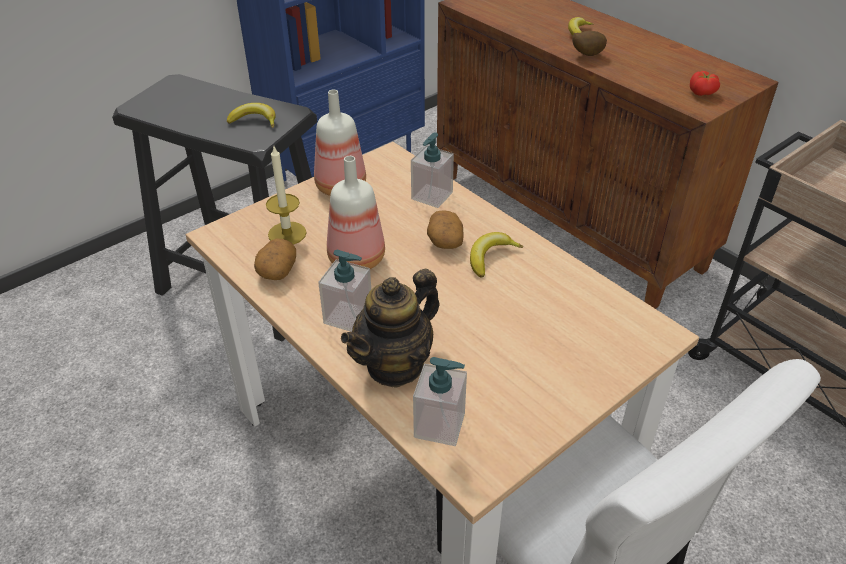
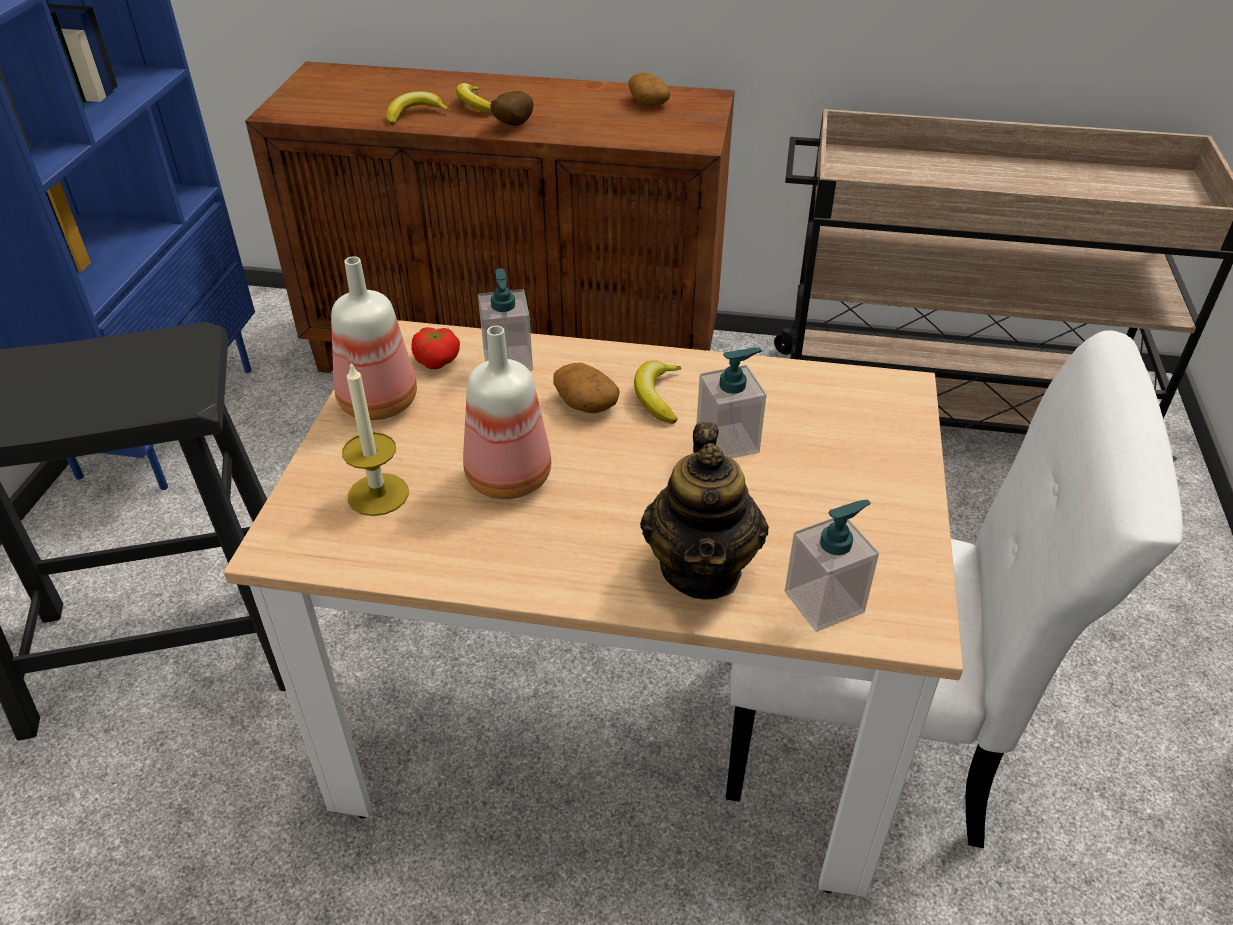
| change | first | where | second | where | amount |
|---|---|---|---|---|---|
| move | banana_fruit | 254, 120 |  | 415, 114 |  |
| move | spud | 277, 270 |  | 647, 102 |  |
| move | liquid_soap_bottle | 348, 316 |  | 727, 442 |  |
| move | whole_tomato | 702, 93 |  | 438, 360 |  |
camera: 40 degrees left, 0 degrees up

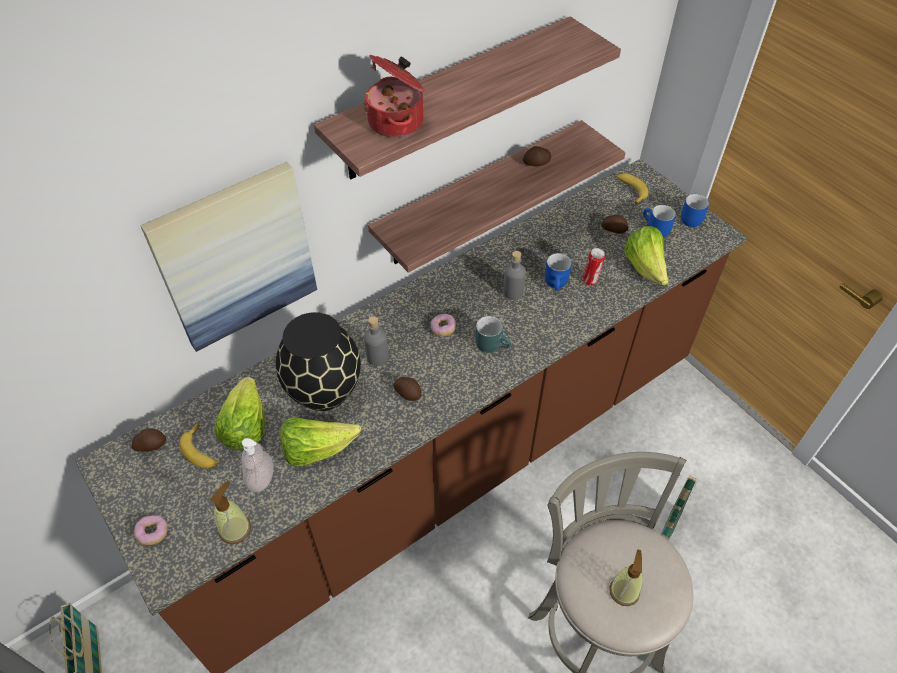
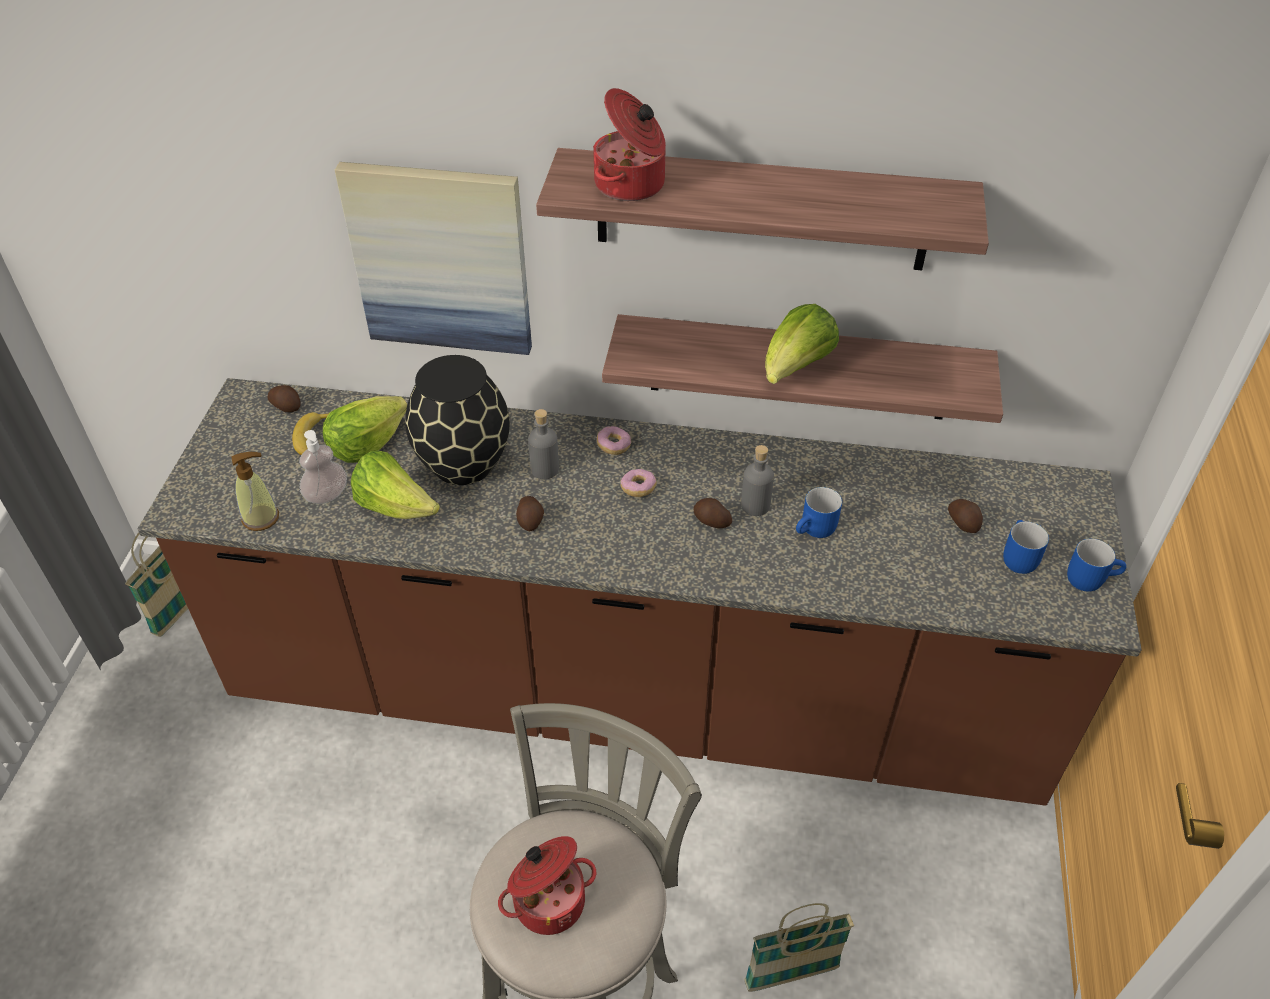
| change | first | where | second | where | amount |
|---|---|---|---|---|---|
| delete | blue-green_tea_mug | 492, 344 |  |  |  |
| delete | can | 590, 281 |  |  |  |
| delete | banana_fruit | 630, 190 |  |  |  |
| move | doughnut | 153, 533 |  | 613, 446 |  |
| move | spud | 537, 163 |  | 711, 521 |  |
| move | lettuce_head | 645, 268 |  | 795, 368 |  |
| replace | liquid_soap_bottle | 624, 591 | cooking_pot | 548, 900 |  |
camera: 45 degrees right, 5 degrees down

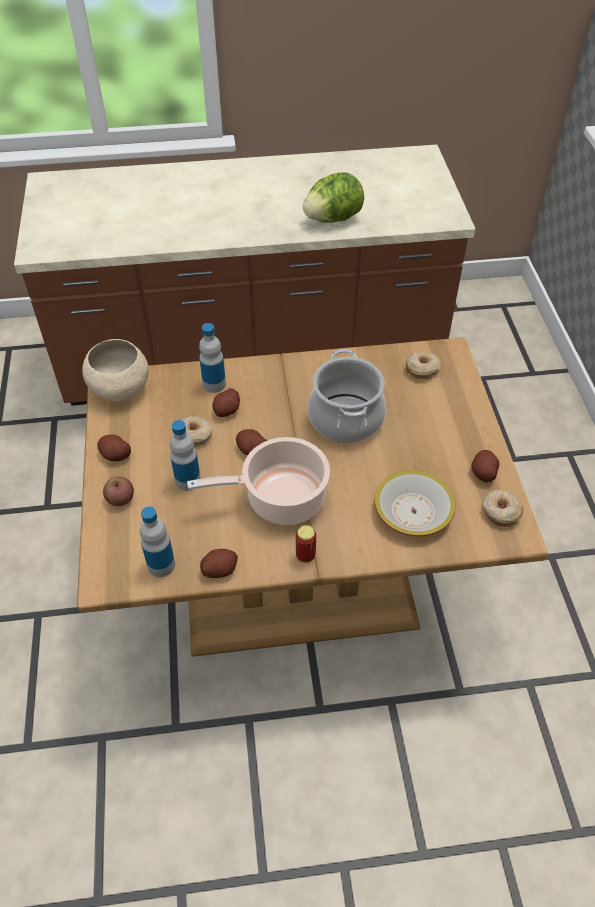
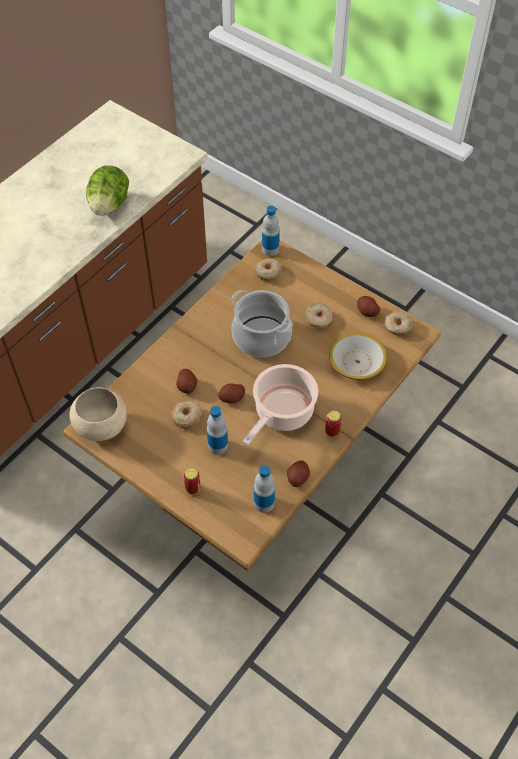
| change | first | where | second | where | amount |
|---|---|---|---|---|---|
| delete | spud | 115, 455 |  |  |  |
| insert |  |  | doughnut | 318, 319 |  |
| move | drink_bottle | 214, 384 |  | 270, 249 |  |
| replace | apple_fruit | 120, 499 | can | 193, 489 |  |
camera: 45 degrees left, 5 degrees up

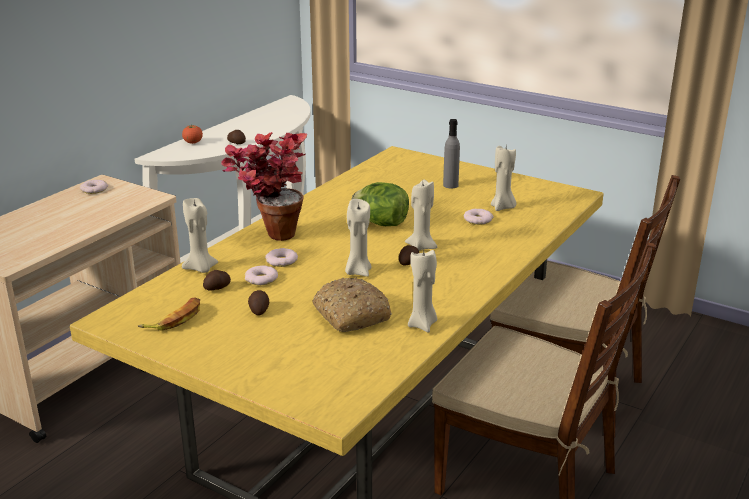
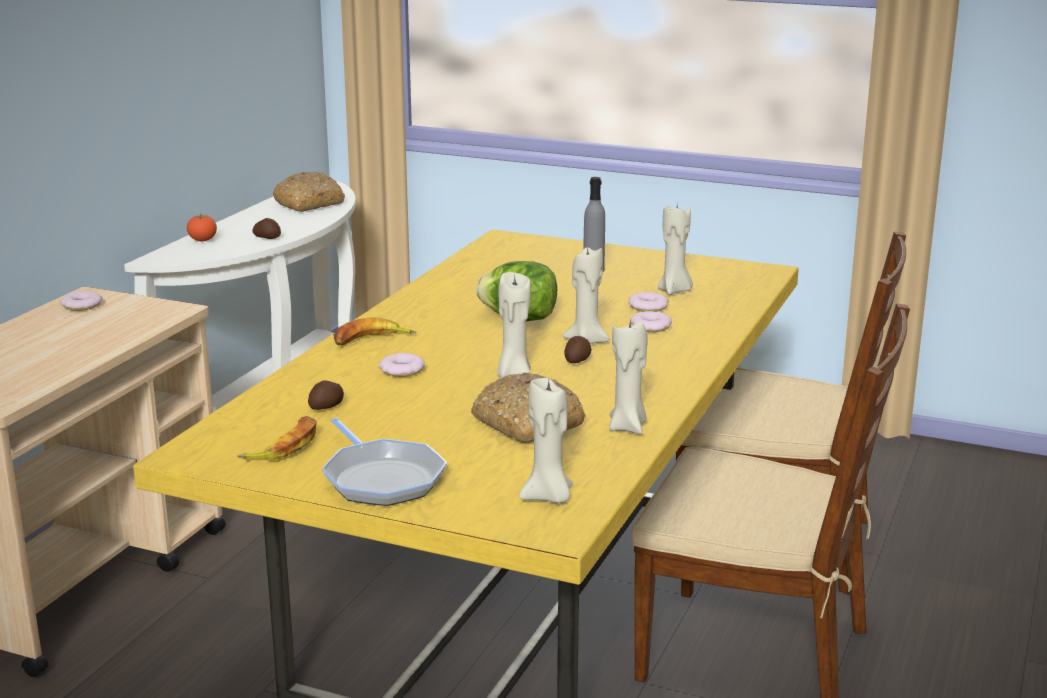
| change | first | where | second | where | amount |
|---|---|---|---|---|---|
| delete | spud | 259, 310 |  |  |  |
| insert |  |  | bread | 309, 203 |  |
| insert |  |  | frying_pan | 381, 478 |  |
| move | sand-coloured_wax_candle | 201, 268 |  | 548, 497 |  |
| move | doughnut | 261, 279 |  | 650, 326 |  |
| replace | potted_plant | 270, 234 | banana_fruit | 371, 340 |  |
camera: 10 degrees left, 5 degrees down

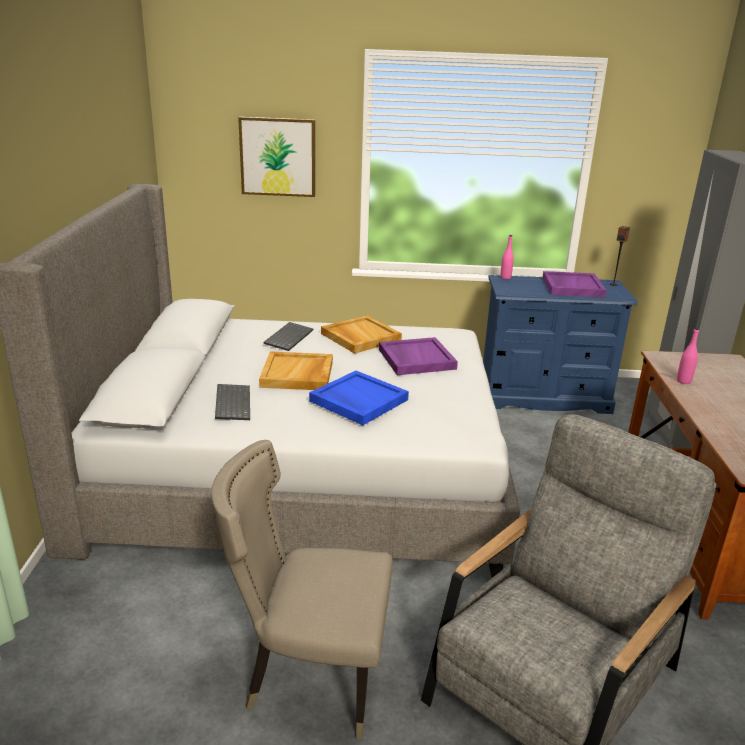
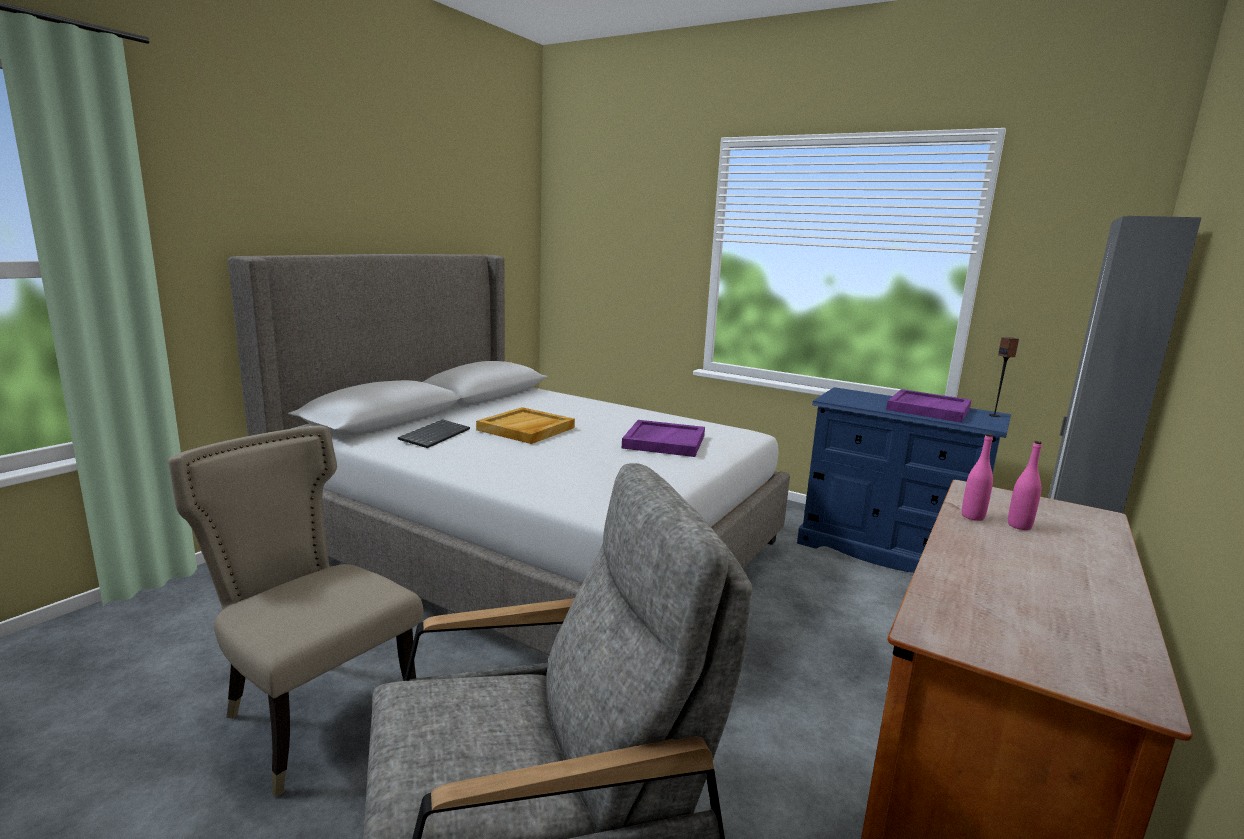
| change | first | where | second | where | amount |
|---|---|---|---|---|---|
| delete | wall_picture | 278, 157 |  |  |  |
| delete | keyboard | 288, 337 |  |  |  |
| delete | blue-coloured_serving_tray | 358, 400 |  |  |  |
| delete | sand-coloured_serving_tray | 360, 337 |  |  |  |
| move | pink-coloured_drink_bottle | 505, 277 |  | 1019, 526 |  |
camera: 30 degrees right, 10 degrees down

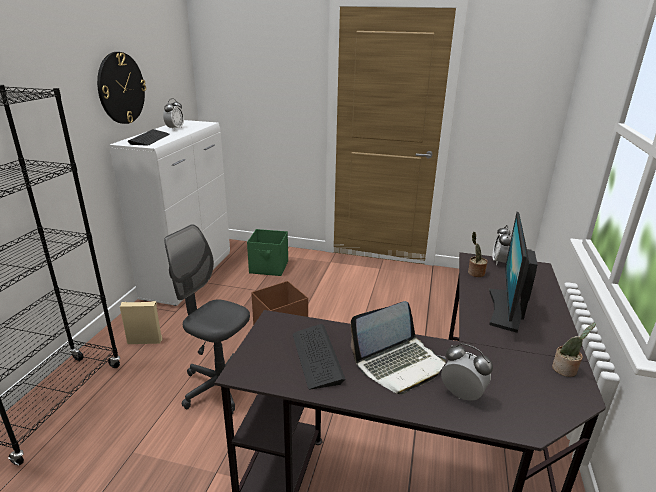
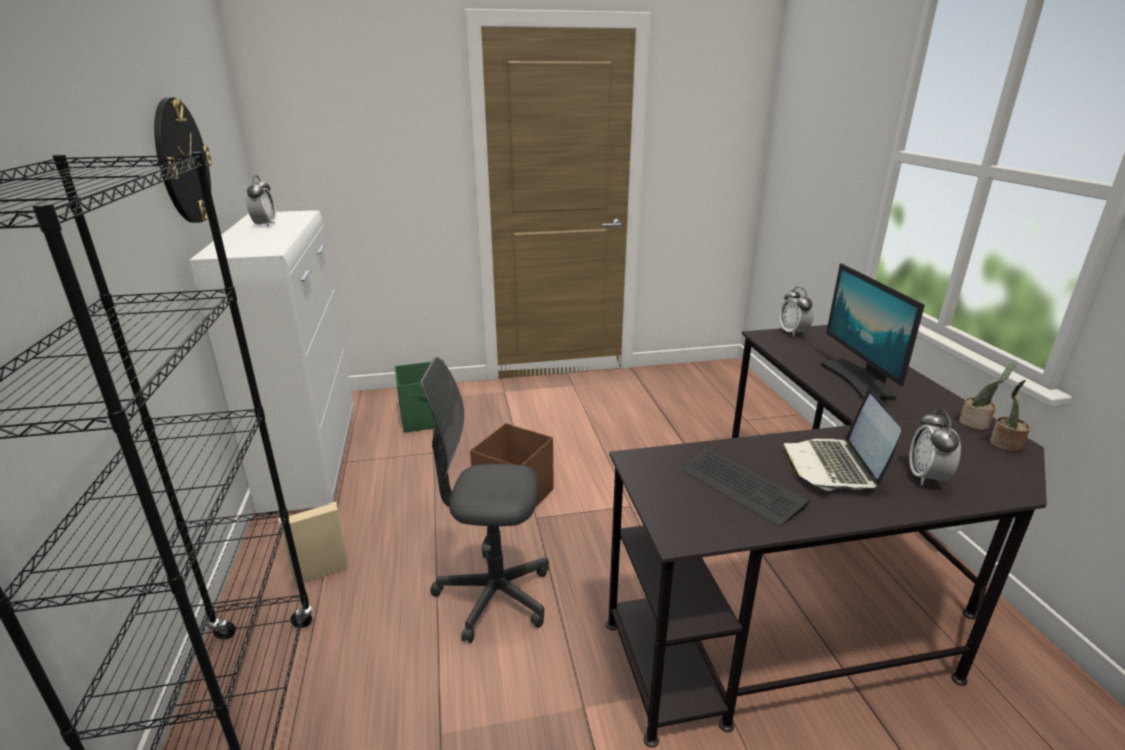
| change | first | where | second | where | amount |
|---|---|---|---|---|---|
| delete | keyboard | 150, 139 |  |  |  |
| move | potted_plant | 475, 273 |  | 1004, 445 |  |
| rotate | notebook_computer | 399, 364 |  | 833, 466 | 150 degrees clockwise |
| rotate | alarm_clock | 462, 394 |  | 926, 477 | 90 degrees counterclockwise |
camera: 25 degrees left, 0 degrees up

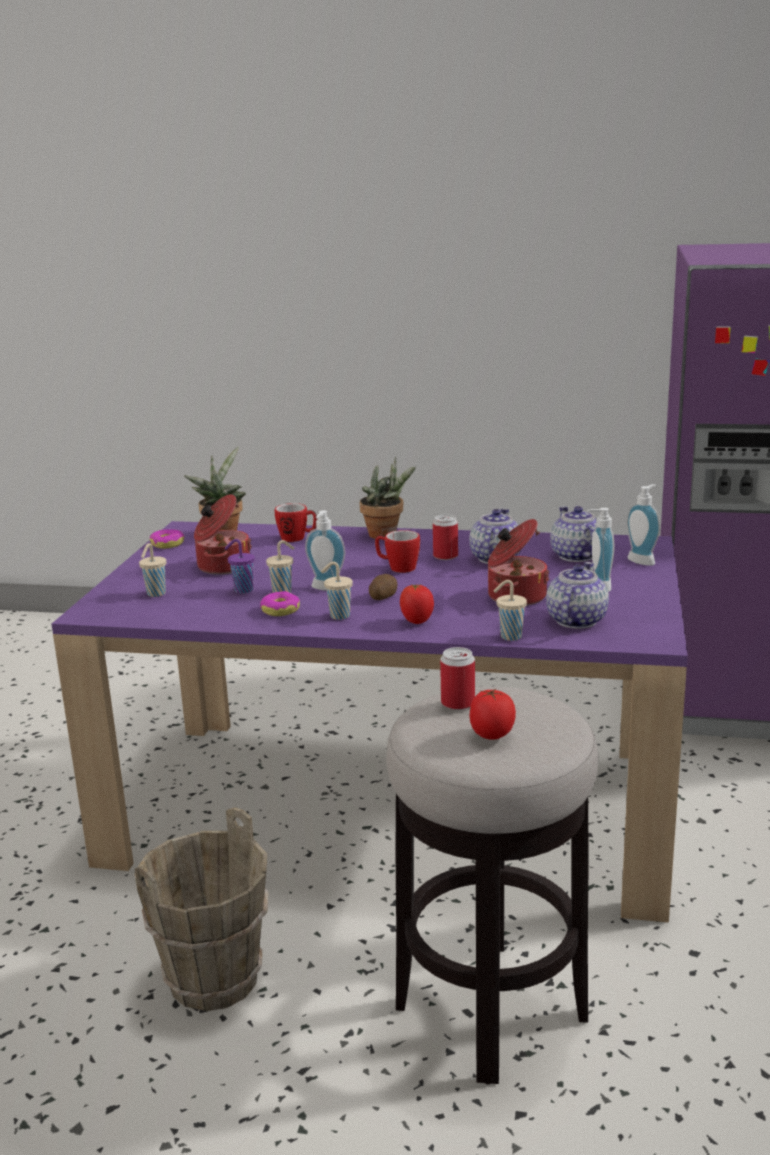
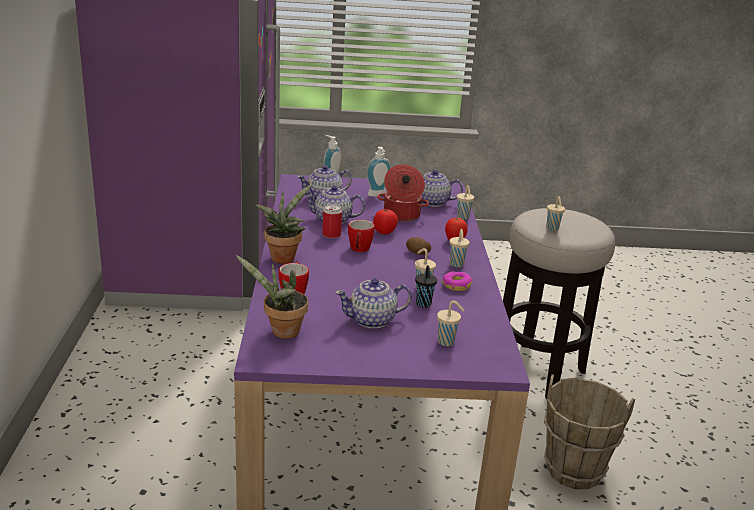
| change | first | where | second | where | amount |
|---|---|---|---|---|---|
| delete | doughnut | 167, 544 |  |  |  |
| delete | liquid_soap_bottle | 325, 589 |  |  |  |
| move | whole_tomato | 492, 736 |  | 384, 232 |  |
| replace | cooking_pot | 222, 566 | tea_pot | 372, 320 |  |
| replace | can | 458, 703 | sand-coloured_cup | 552, 229 |  |
| recolor | purple-coloured_cup | 242, 590 | black-coloured_cup | 423, 304 |  |
camera: 105 degrees left, 5 degrees up

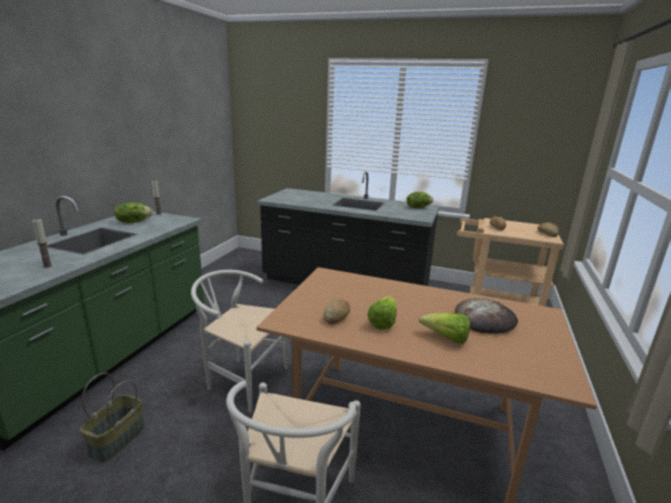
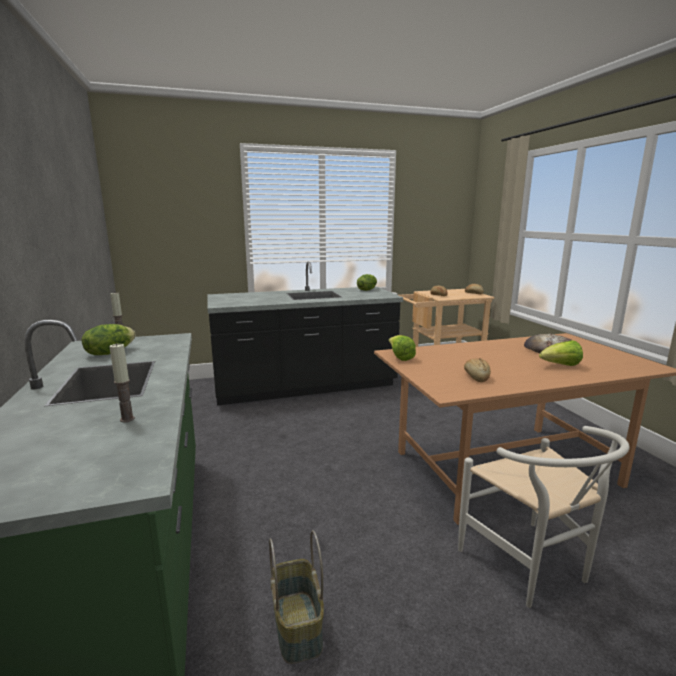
| change | first | where | second | where | amount |
|---|---|---|---|---|---|
| delete | white_chair | 241, 379 |  |  |  |
| move | lettuce_head | 383, 322 |  | 400, 357 |  |
camera: 35 degrees left, 5 degrees down

